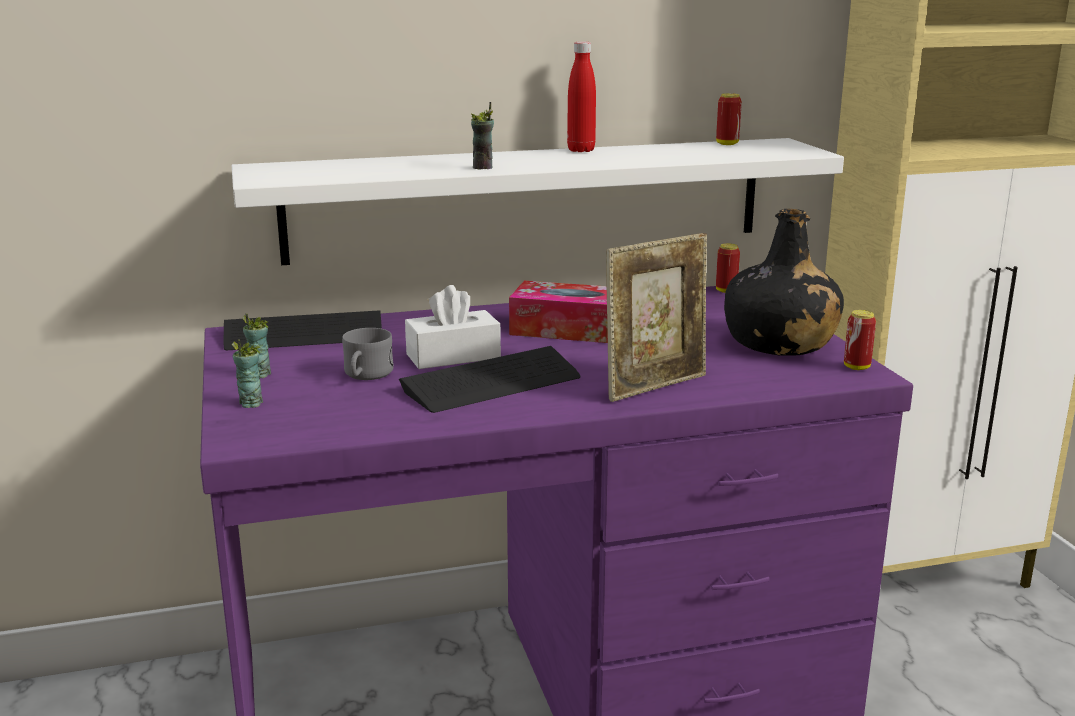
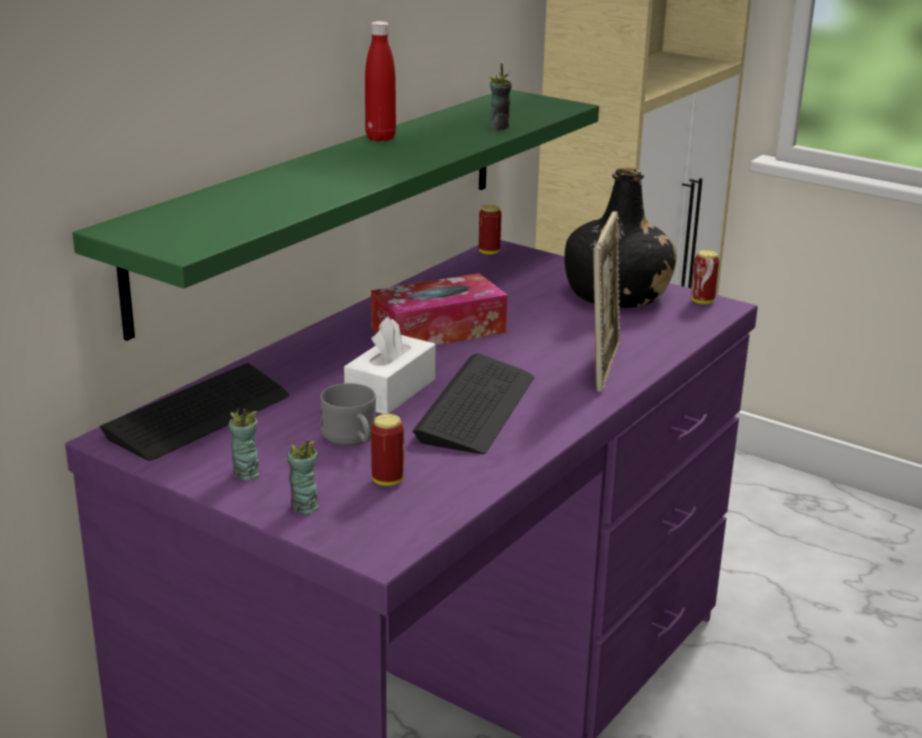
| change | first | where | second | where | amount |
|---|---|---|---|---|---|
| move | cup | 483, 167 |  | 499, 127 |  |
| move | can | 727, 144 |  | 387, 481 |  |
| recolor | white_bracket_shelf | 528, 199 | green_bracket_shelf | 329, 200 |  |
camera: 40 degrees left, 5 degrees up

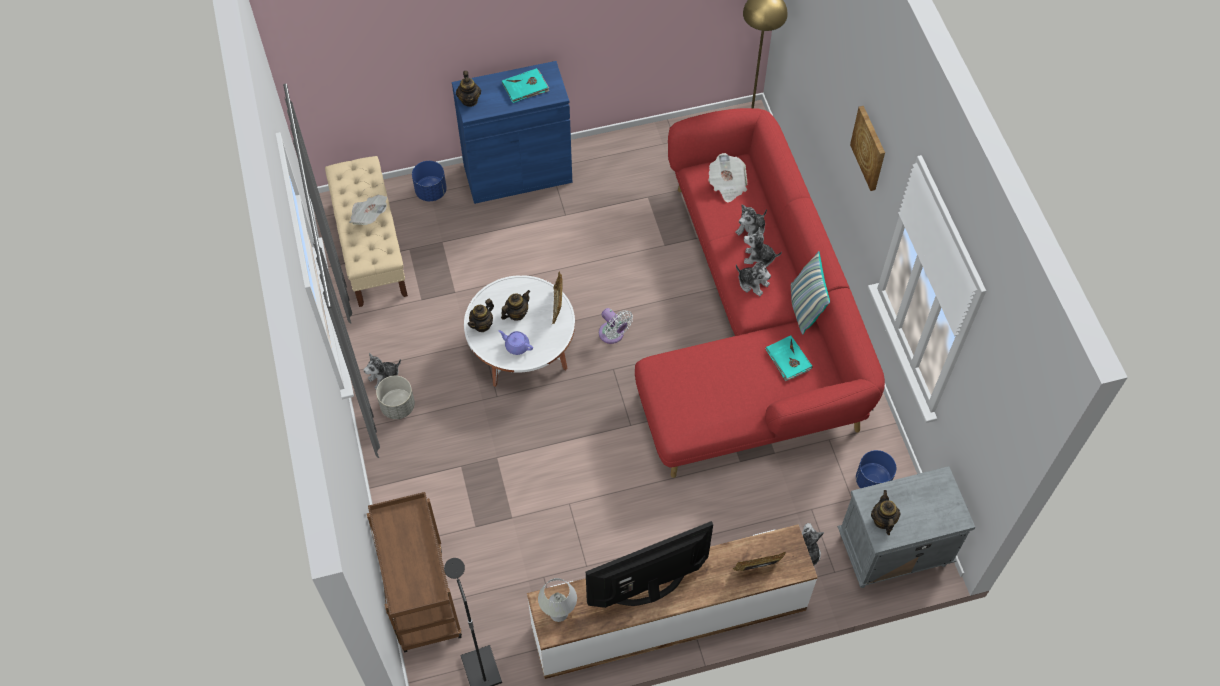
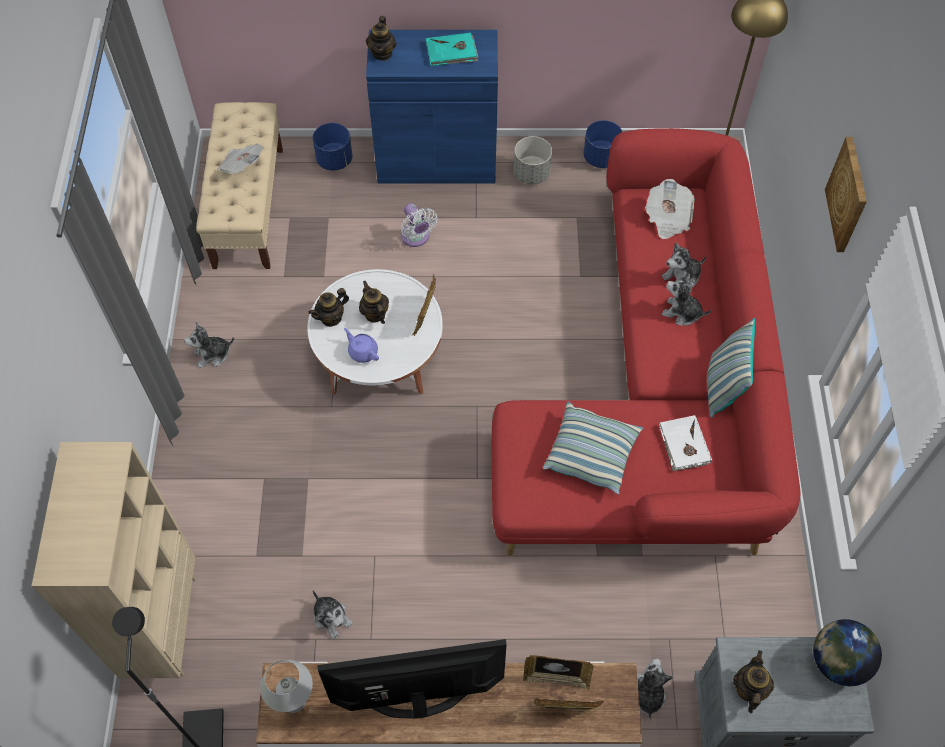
| change | first | where | second | where | amount |
|---|---|---|---|---|---|
| insert |  |  | picture_frame | 556, 678 |  |
| insert |  |  | pillow | 591, 454 |  |
| insert |  |  | world_globe | 837, 662 |  |
| move | gray_planter | 397, 406 |  | 531, 173 |  |
| move | white_electric_fan | 613, 335 |  | 416, 238 |  |
| move | plush_toy | 752, 283 |  | 332, 618 |  |
| move | blue-coloured_planter | 872, 480 |  | 601, 157 |  |
| replace | brown-coloured_wheeled_cart | 420, 596 | sand-coloured_bookcase | 164, 624 |  |
| recolor | blue-green_book | 788, 359 | white_book | 683, 445 |  |
| rotate | tea_pot | 516, 313 |  | 375, 314 | 90 degrees counterclockwise |
camera: 15 degrees right, 0 degrees up

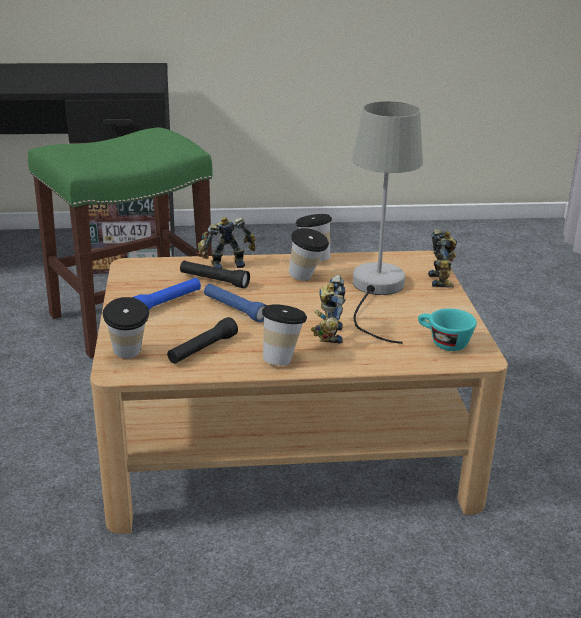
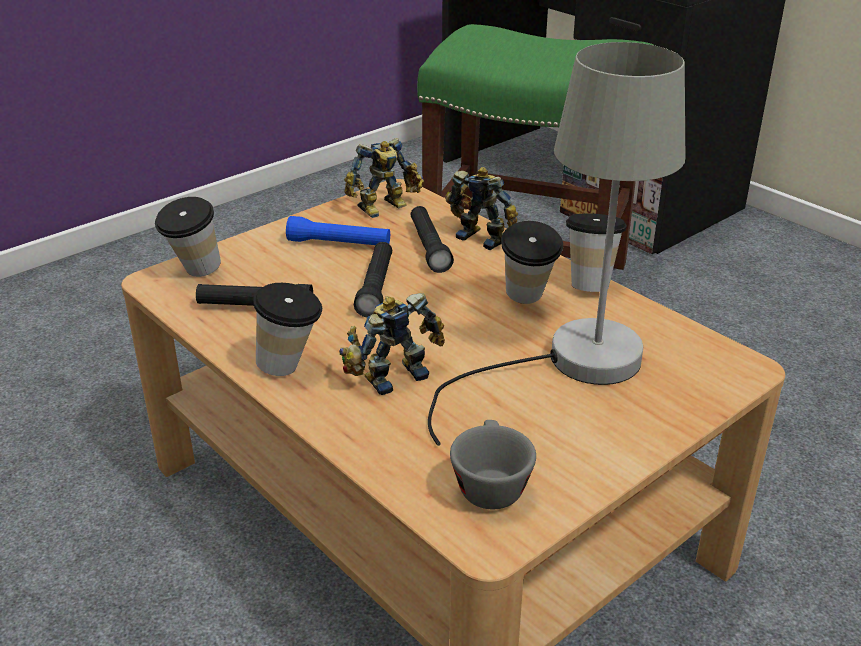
| change | first | where | second | where | amount |
|---|---|---|---|---|---|
| move | robot_figure | 443, 280 |  | 385, 208 |  |
| recolor | blue-coloured_torch | 235, 309 | black-coloured_torch | 376, 288 |  |
| recolor | blue-green_cup | 443, 343 | gray_cup | 489, 483 |  |
camera: 55 degrees right, 5 degrees up

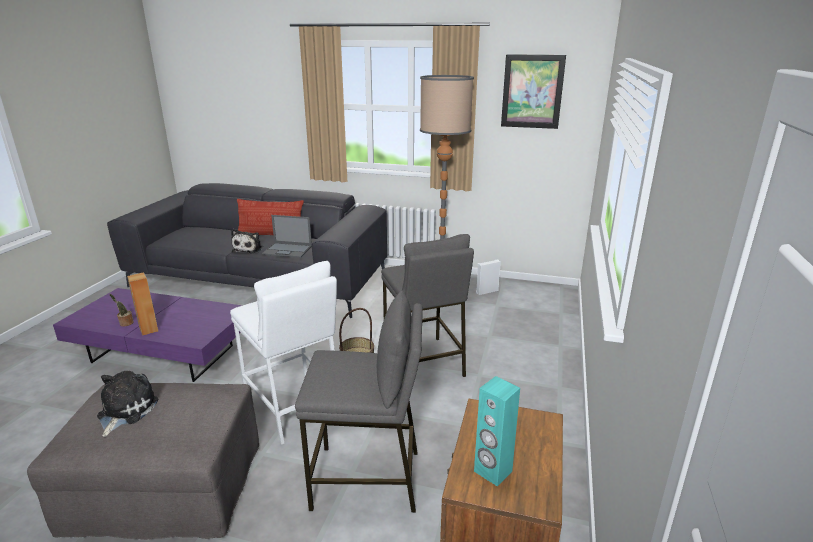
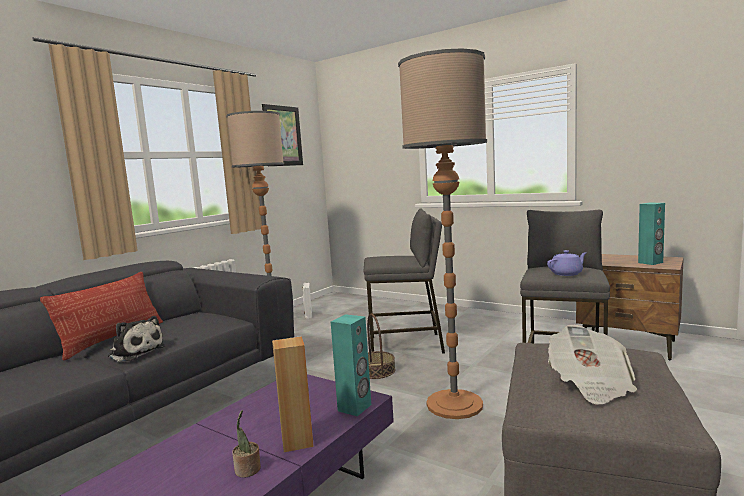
| change | first | where | second | where | amount |
|---|---|---|---|---|---|
| delete | notebook_computer | 288, 250 |  |  |  |
| insert |  |  | blue-green_audio_speaker | 355, 408 |  |
| insert |  |  | purple-coloured_tea_pot | 567, 273 |  |
| replace | plush_toy | 125, 411 | newspaper | 590, 384 |  |
| replace | white_stool | 293, 407 | standing_lamp | 455, 404 |  |
camera: 70 degrees left, 15 degrees down

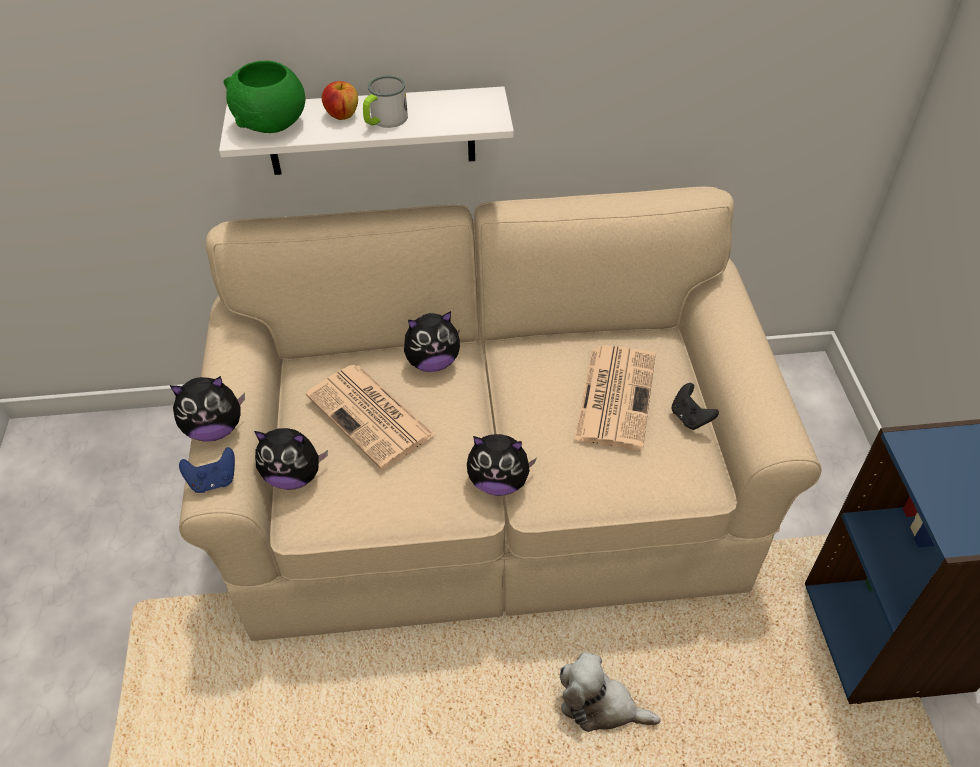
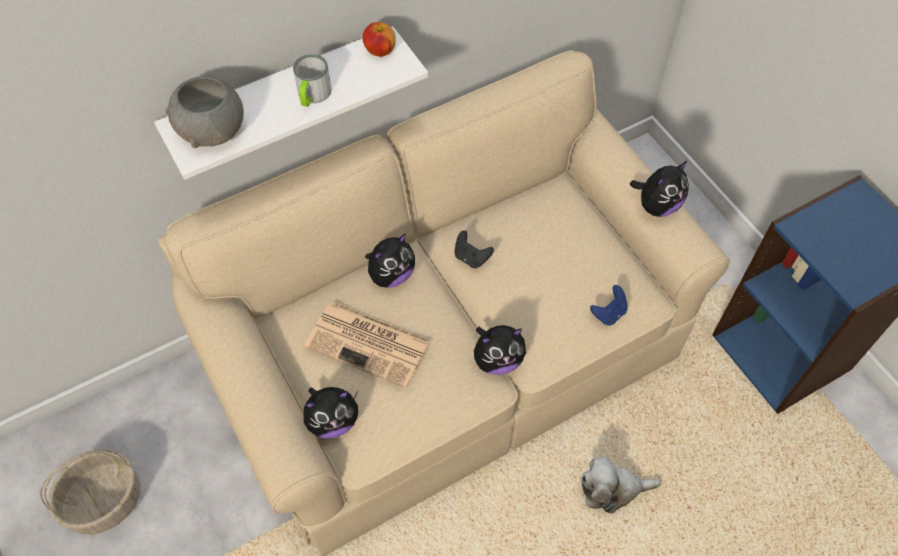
| change | first | where | second | where | amount |
|---|---|---|---|---|---|
| delete | newspaper | 615, 395 |  |  |  |
| insert |  |  | storage_basket | 104, 502 |  |
| move | plush_toy | 215, 429 |  | 657, 205 |  |
| move | blue-coloured_joypad | 213, 481 |  | 609, 313 |  |
| move | apple_fruit | 342, 115 |  | 380, 50 |  |
| move | black-coloured_joypad | 690, 417 |  | 471, 257 |  |
| recolor | green_deep_dish | 272, 124 | gray_deep_dish | 213, 130 |  |
camera: 25 degrees left, 10 degrees up

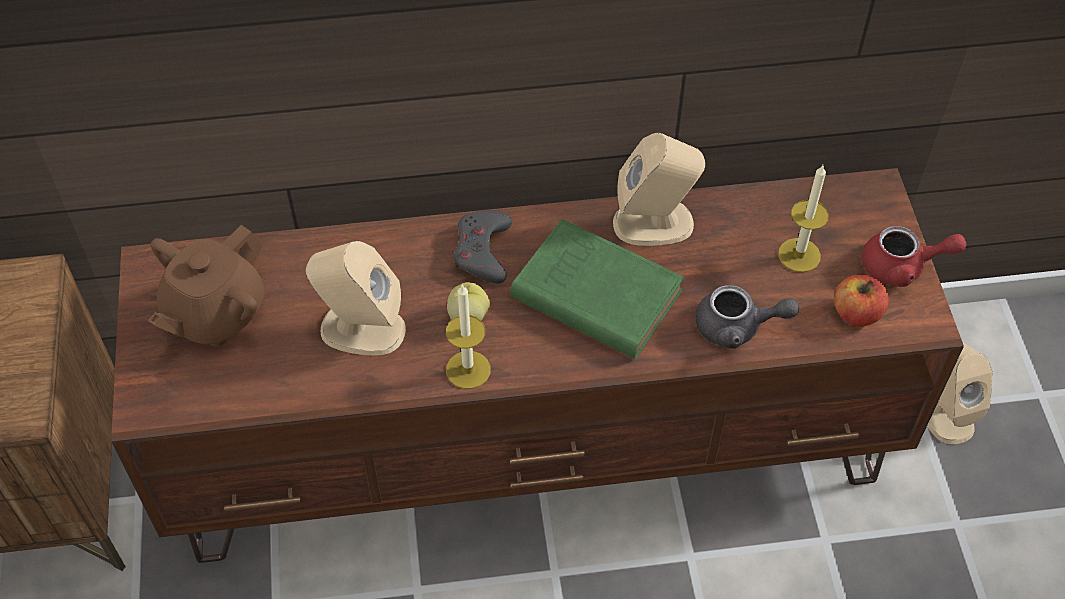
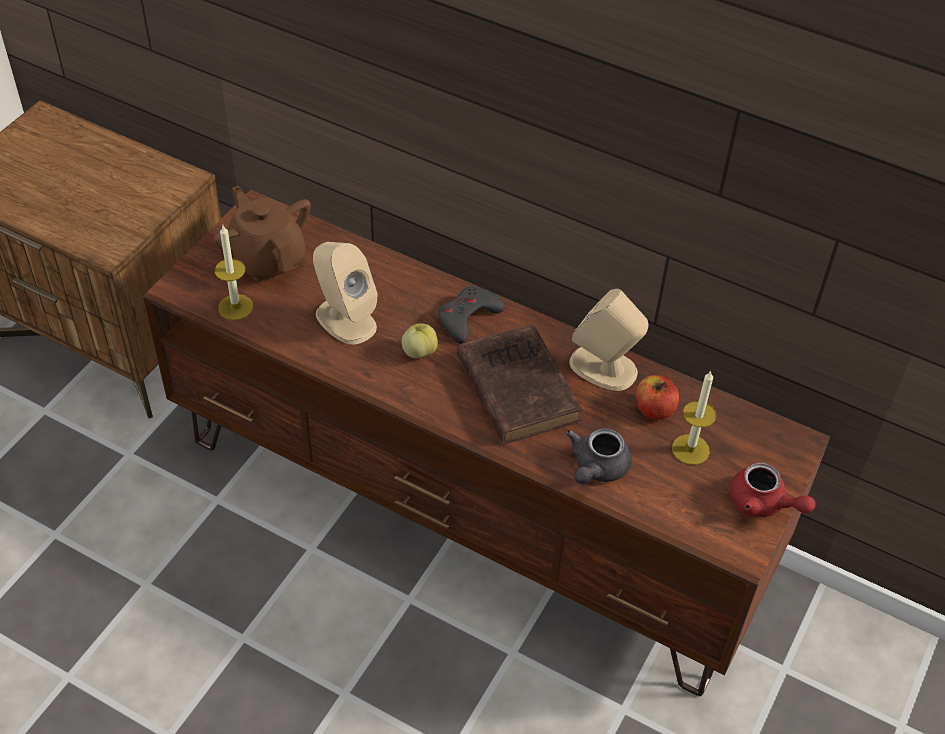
| change | first | where | second | where | amount |
|---|---|---|---|---|---|
| delete | sand-coloured_audio_speaker | 944, 412 |  |  |  |
| move | wax_candle | 468, 370 |  | 235, 307 |  |
| move | apple_fruit | 856, 313 |  | 654, 409 |  |
| recolor | green_book | 592, 293 | brown-coloured_book | 516, 386 |  |
| rotate | brown-coloured_tea_pot | 215, 314 |  | 267, 259 | 75 degrees clockwise |
| rotate | gray_tea_pot | 737, 327 |  | 596, 468 | 75 degrees clockwise |
camera: 35 degrees right, 5 degrees down

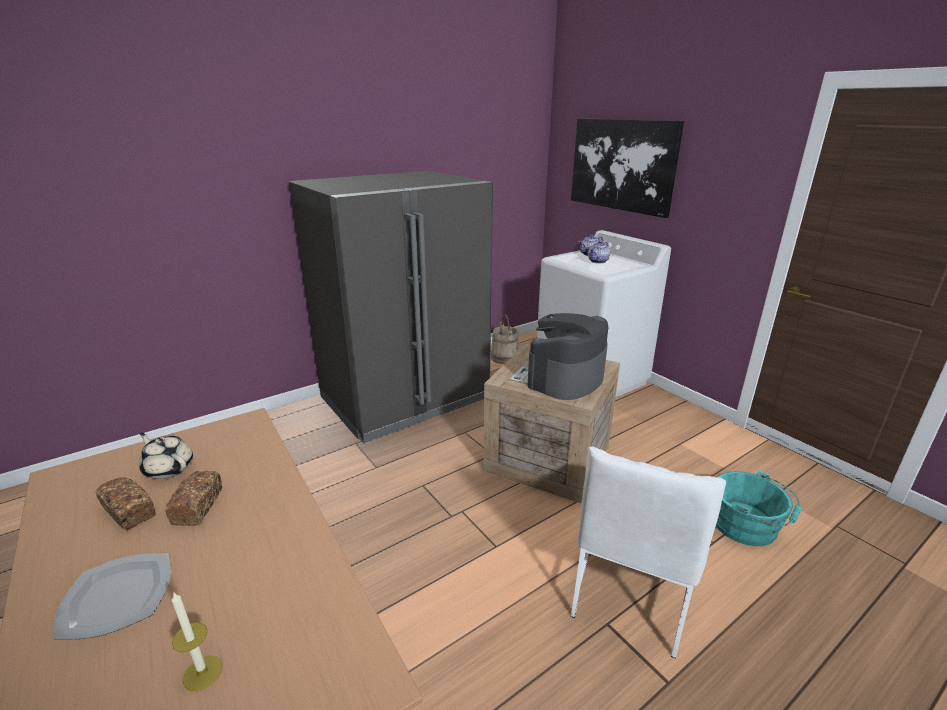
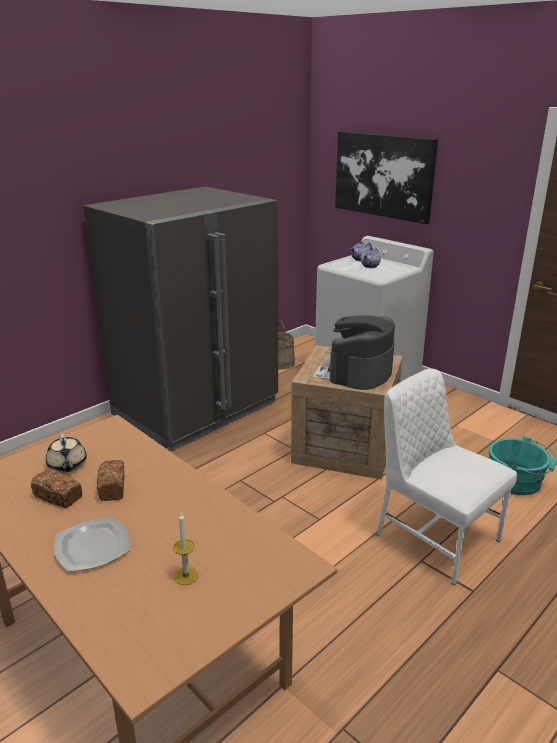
| change | first | where | second | where | amount |
|---|---|---|---|---|---|
| rotate | sand-coloured_tea_pot | 169, 468 |  | 67, 465 | 135 degrees counterclockwise |
| rotate | white_chair | 631, 591 |  | 435, 537 | 120 degrees clockwise |
camera: 10 degrees left, 0 degrees up

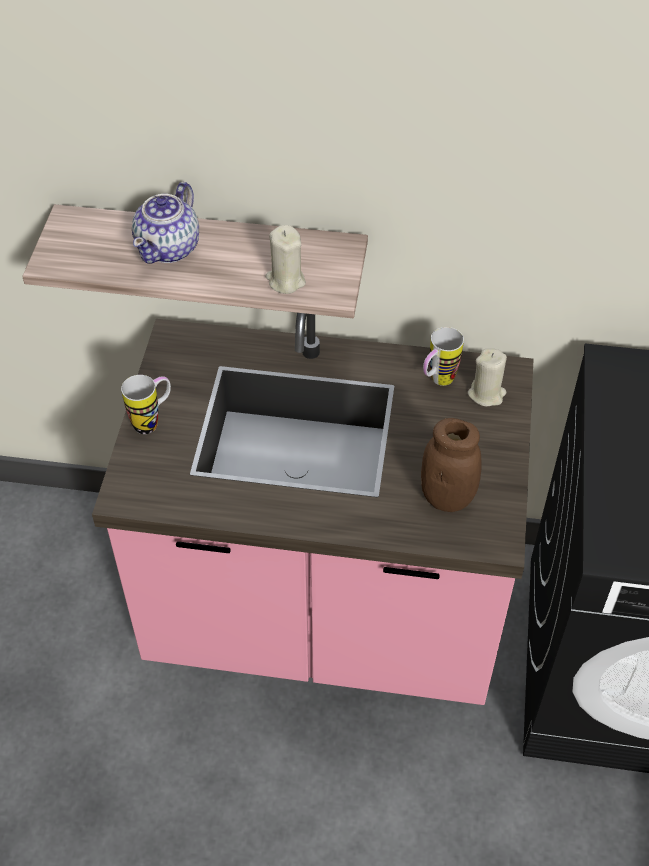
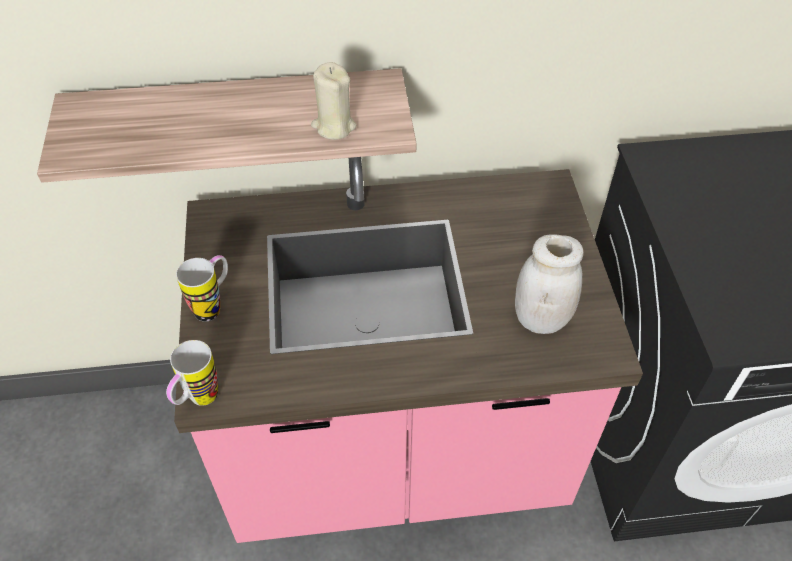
| change | first | where | second | where | amount |
|---|---|---|---|---|---|
| delete | tea_pot | 169, 248 |  |  |  |
| delete | sand-coloured_wax_candle | 486, 394 |  |  |  |
| move | tea_mug | 437, 381 |  | 198, 401 |  |
| recolor | brown-coloured_preserve_jar | 447, 497 | white_preserve_jar | 541, 319 |  |
camera: 15 degrees left, 0 degrees up

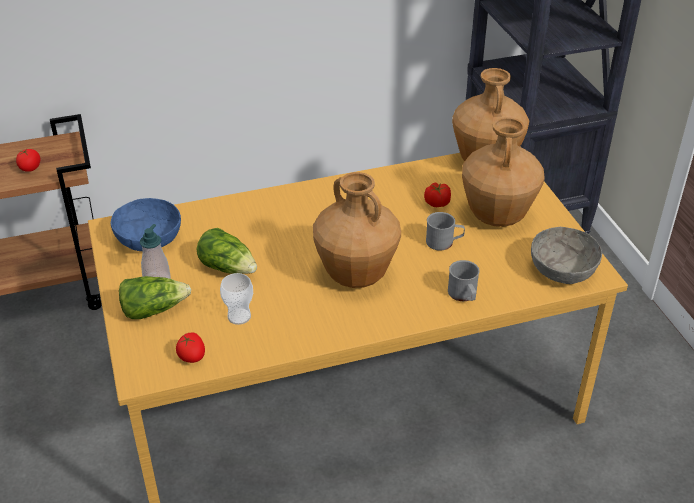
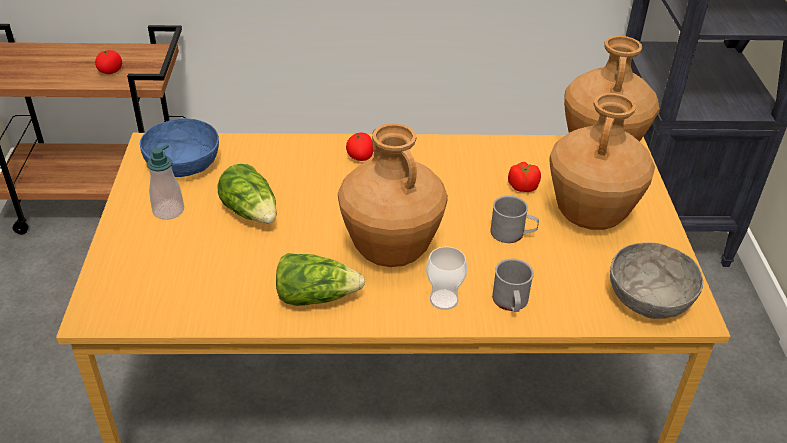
| change | first | where | second | where | amount |
|---|---|---|---|---|---|
| move | lettuce_head | 153, 309 |  | 316, 296 |  |
| move | whole_tomato | 192, 357 |  | 360, 157 |  |
| move | cup | 239, 316 |  | 444, 299 |  |
camera: 15 degrees right, 0 degrees up

